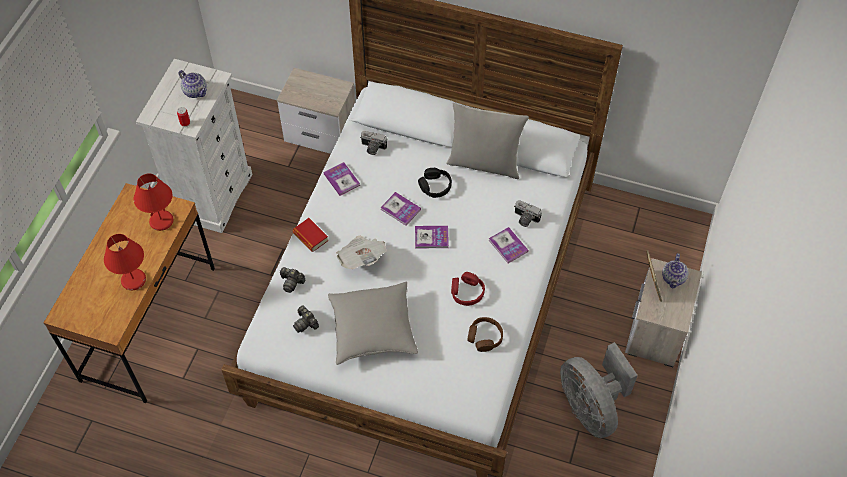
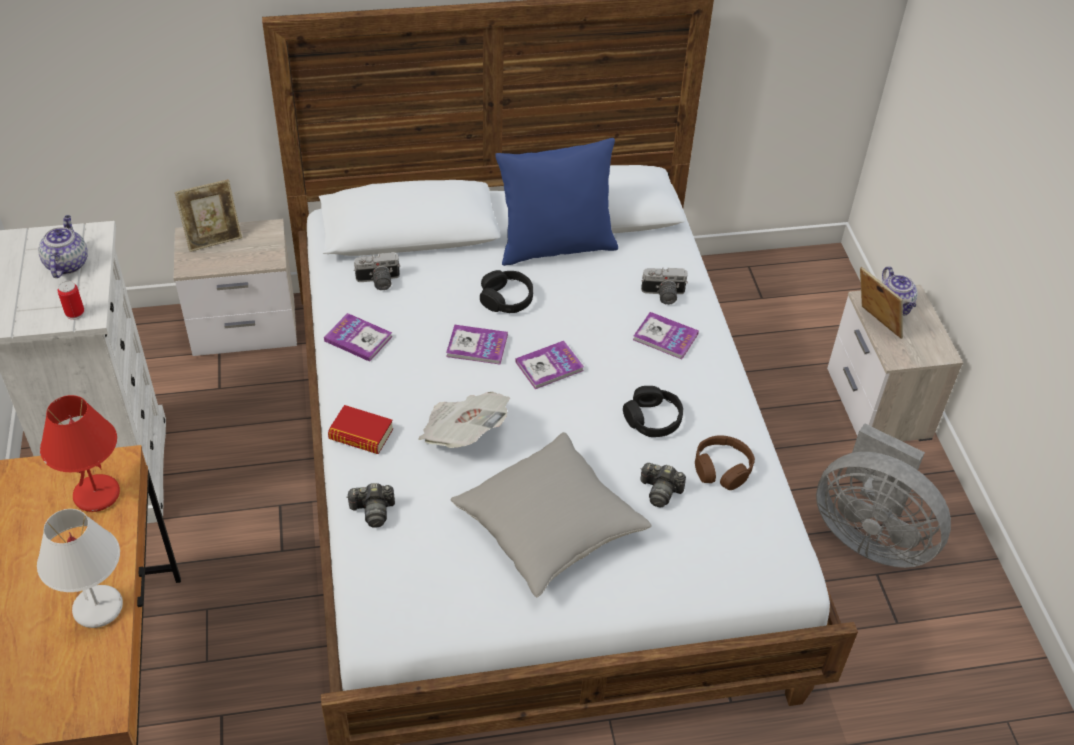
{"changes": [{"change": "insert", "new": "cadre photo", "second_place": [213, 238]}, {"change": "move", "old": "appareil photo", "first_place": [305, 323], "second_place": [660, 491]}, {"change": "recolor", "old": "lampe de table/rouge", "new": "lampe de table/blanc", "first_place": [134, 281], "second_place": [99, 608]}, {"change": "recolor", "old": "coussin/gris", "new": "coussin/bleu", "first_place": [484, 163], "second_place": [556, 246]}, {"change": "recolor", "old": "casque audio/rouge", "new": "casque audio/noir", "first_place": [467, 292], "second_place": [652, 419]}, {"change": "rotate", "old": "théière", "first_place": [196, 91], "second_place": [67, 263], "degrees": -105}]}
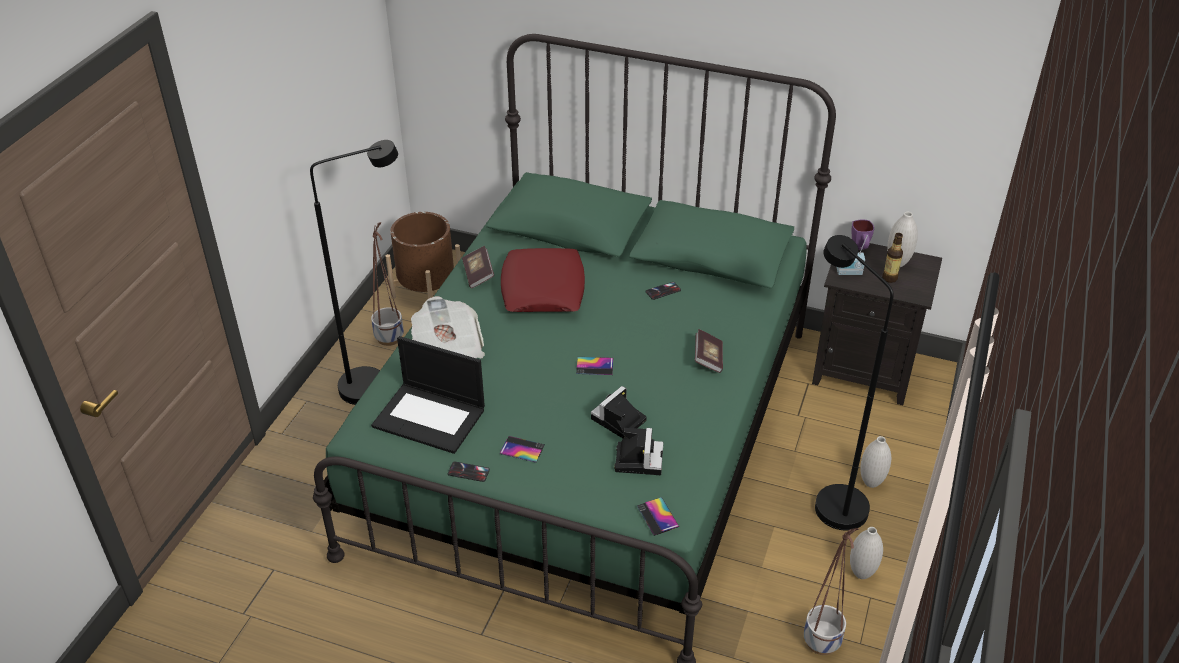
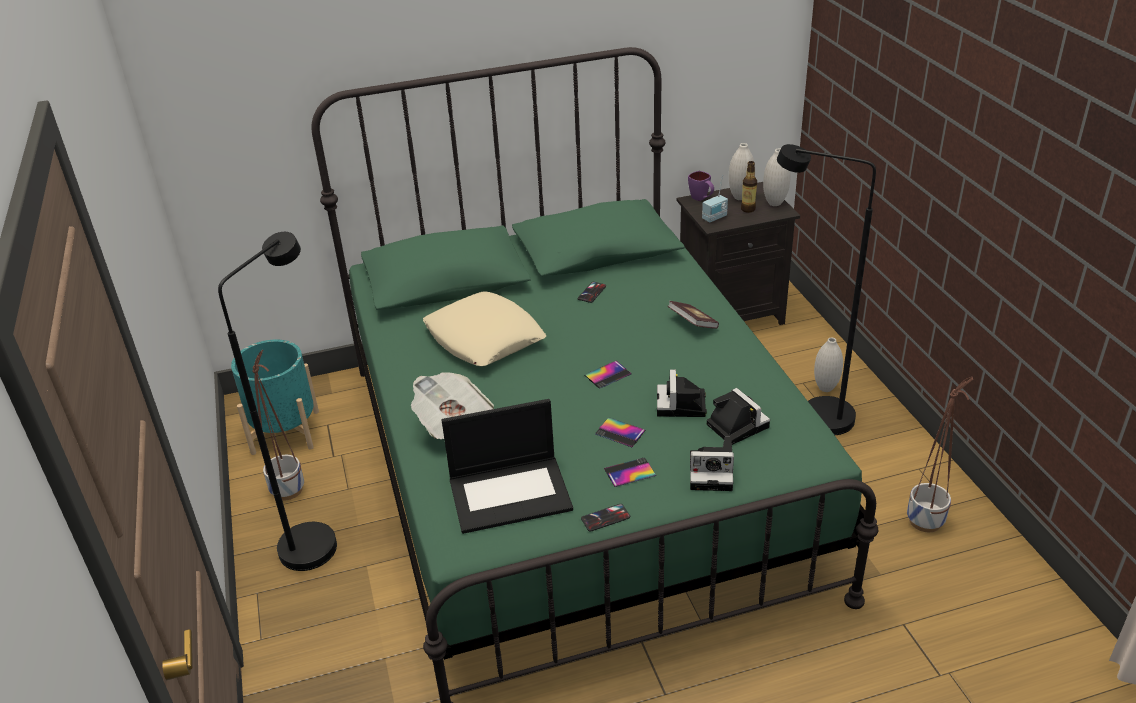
{"changes": [{"change": "delete", "old": "livre", "first_place": [478, 274]}, {"change": "insert", "new": "appareil photo", "second_place": [713, 472]}, {"change": "move", "old": "téléphone", "first_place": [657, 516], "second_place": [620, 432]}, {"change": "move", "old": "vase/blanc", "first_place": [861, 573], "second_place": [774, 203]}, {"change": "recolor", "old": "cache-pot/marron", "new": "cache-pot/turquoise", "first_place": [427, 292], "second_place": [285, 432]}, {"change": "recolor", "old": "coussin/rouge", "new": "coussin/beige", "first_place": [543, 289], "second_place": [484, 338]}]}
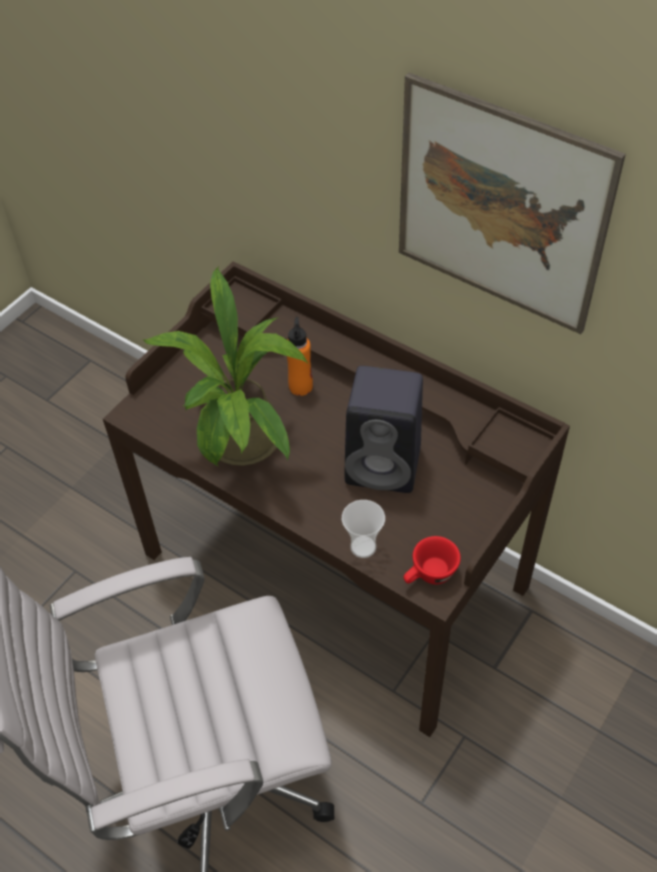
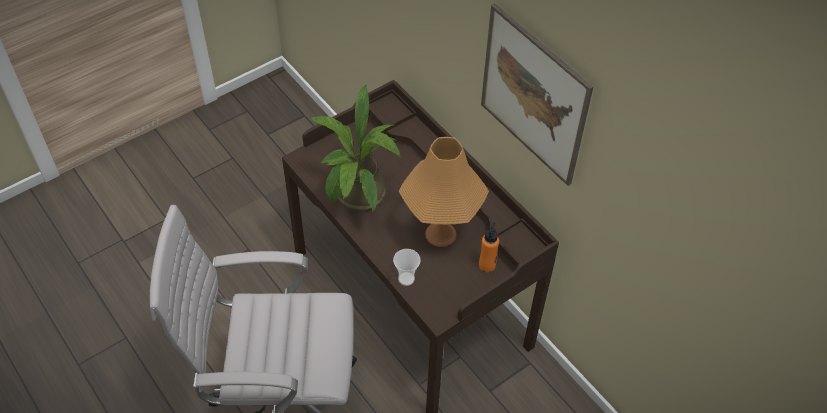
{"changes": [{"change": "delete", "old": "tasse/rouge", "first_place": [429, 575]}, {"change": "move", "old": "bouteille/orange", "first_place": [300, 386], "second_place": [487, 265]}, {"change": "replace", "old": "enceinte/noir", "new": "lampe de table/orange", "first_place": [386, 465], "second_place": [441, 234]}]}
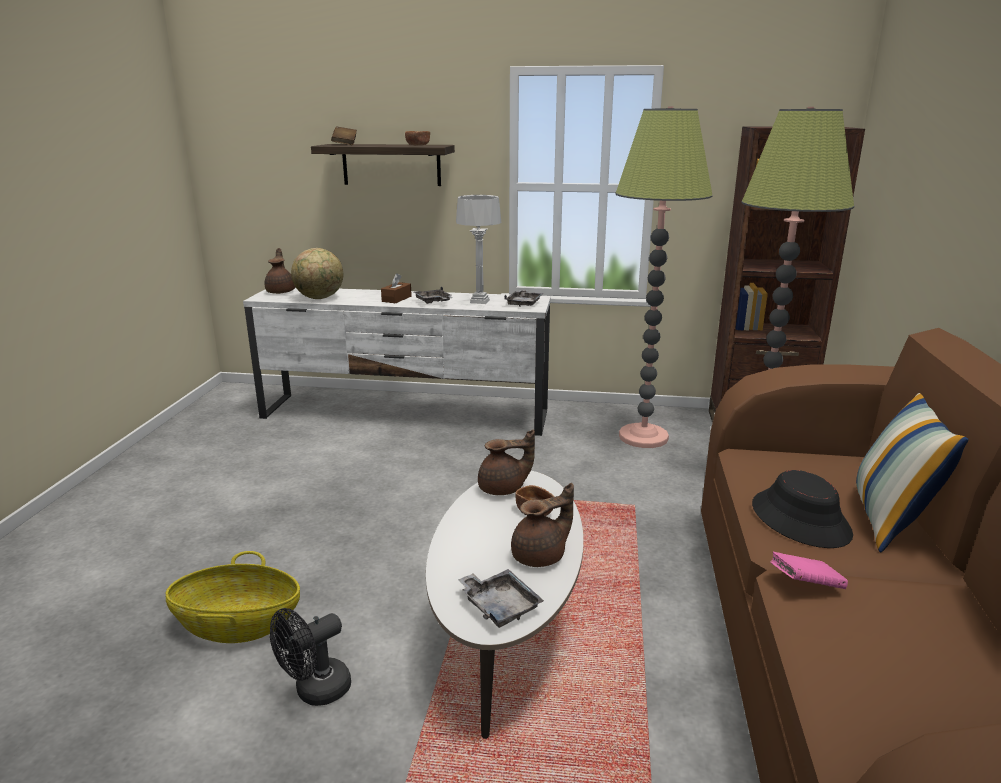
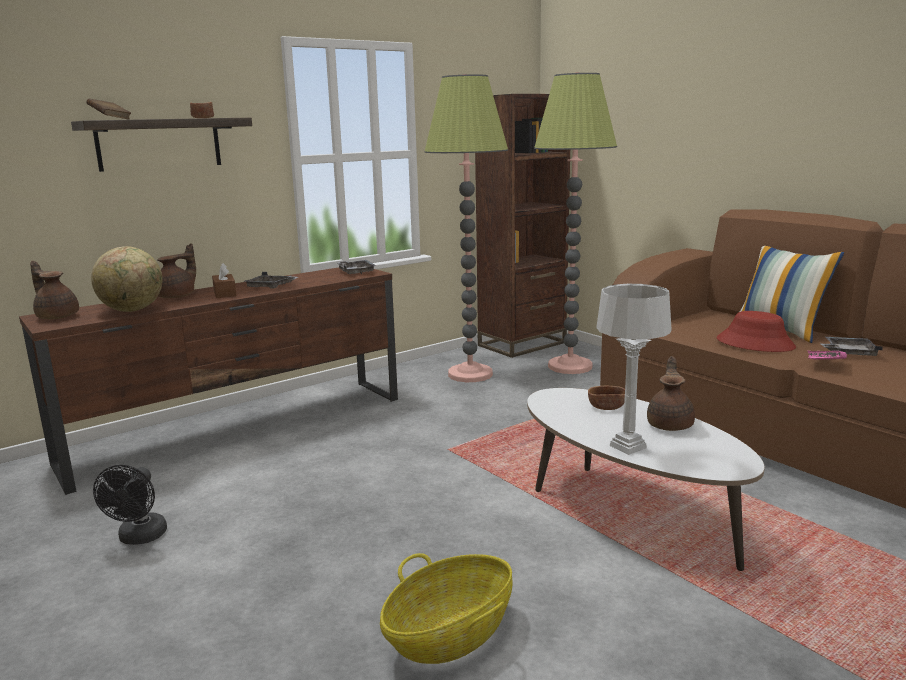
{"changes": [{"change": "move", "old": "ventilateur/noir", "first_place": [315, 691], "second_place": [140, 538]}, {"change": "move", "old": "lampe de table/gris", "first_place": [479, 301], "second_place": [627, 447]}, {"change": "move", "old": "plateau/gris", "first_place": [499, 605], "second_place": [848, 353]}, {"change": "move", "old": "théière/marron", "first_place": [503, 489], "second_place": [178, 296]}, {"change": "recolor", "old": "meuble télé/blanc", "new": "meuble télé/marron", "first_place": [406, 414], "second_place": [242, 429]}, {"change": "recolor", "old": "chapeau/noir", "new": "chapeau/rouge", "first_place": [800, 519], "second_place": [755, 343]}]}
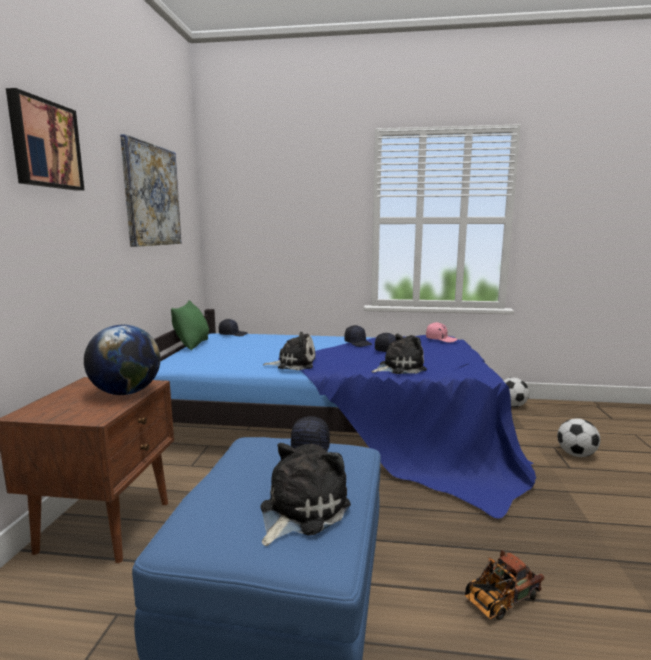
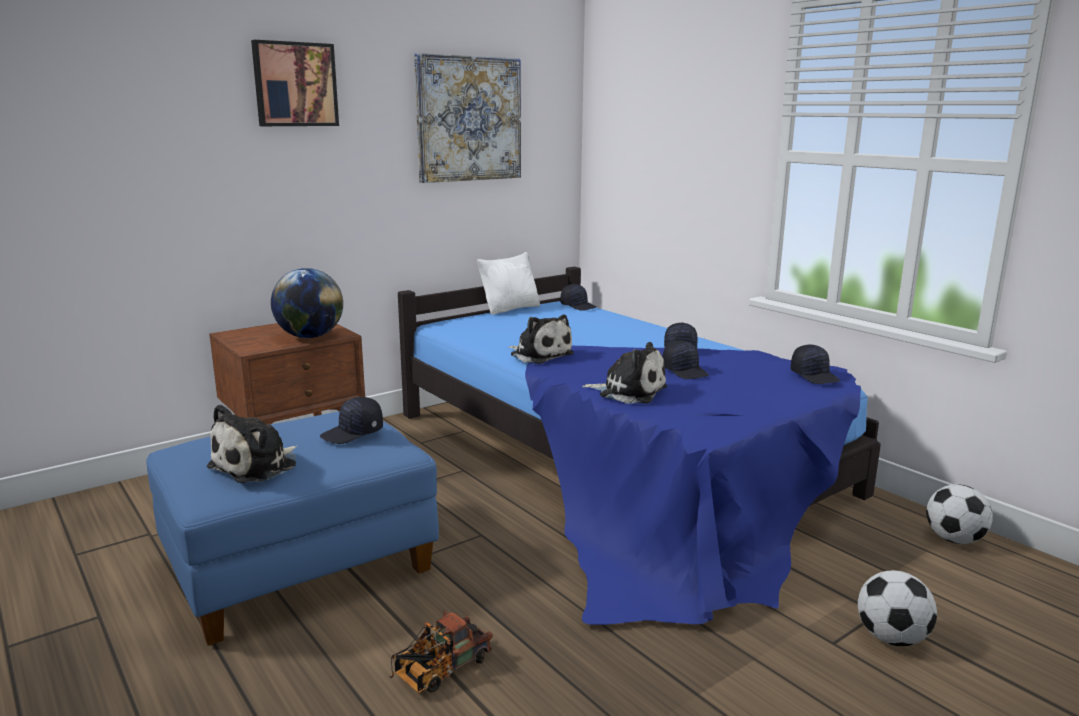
{"changes": [{"change": "recolor", "old": "coussin/vert", "new": "coussin/blanc", "first_place": [192, 344], "second_place": [510, 309]}, {"change": "recolor", "old": "casquette/rose", "new": "casquette/noir", "first_place": [441, 339], "second_place": [815, 376]}, {"change": "rotate", "old": "peluche", "first_place": [300, 510], "second_place": [258, 466], "degrees": 135}, {"change": "rotate", "old": "camion jouet", "first_place": [498, 601], "second_place": [438, 671], "degrees": -60}]}
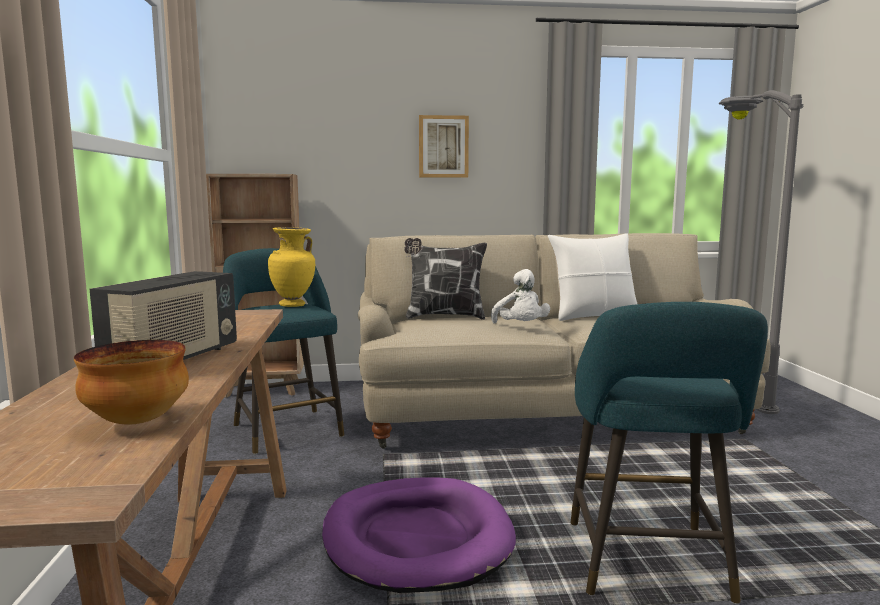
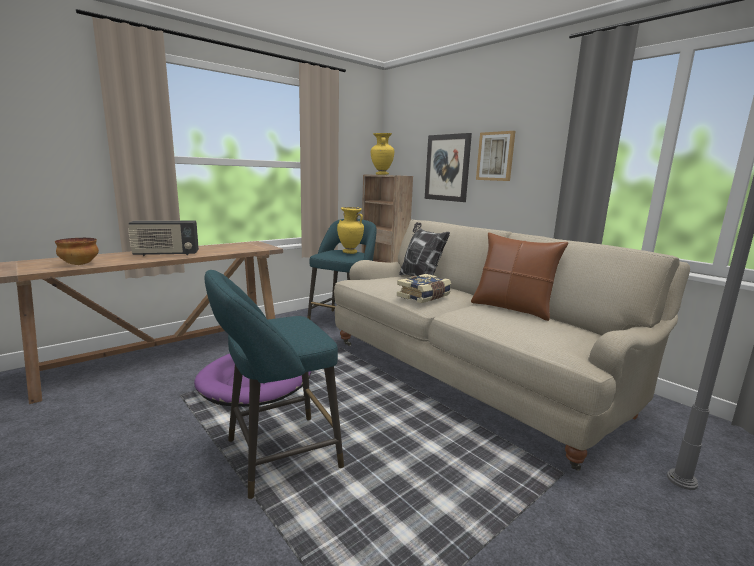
{"changes": [{"change": "insert", "new": "vase/jaune", "second_place": [381, 174]}, {"change": "insert", "new": "tableau", "second_place": [447, 168]}, {"change": "replace", "old": "peluche/blanc", "new": "livre", "first_place": [521, 327], "second_place": [424, 297]}, {"change": "recolor", "old": "coussin/blanc", "new": "coussin/marron", "first_place": [593, 316], "second_place": [512, 308]}]}
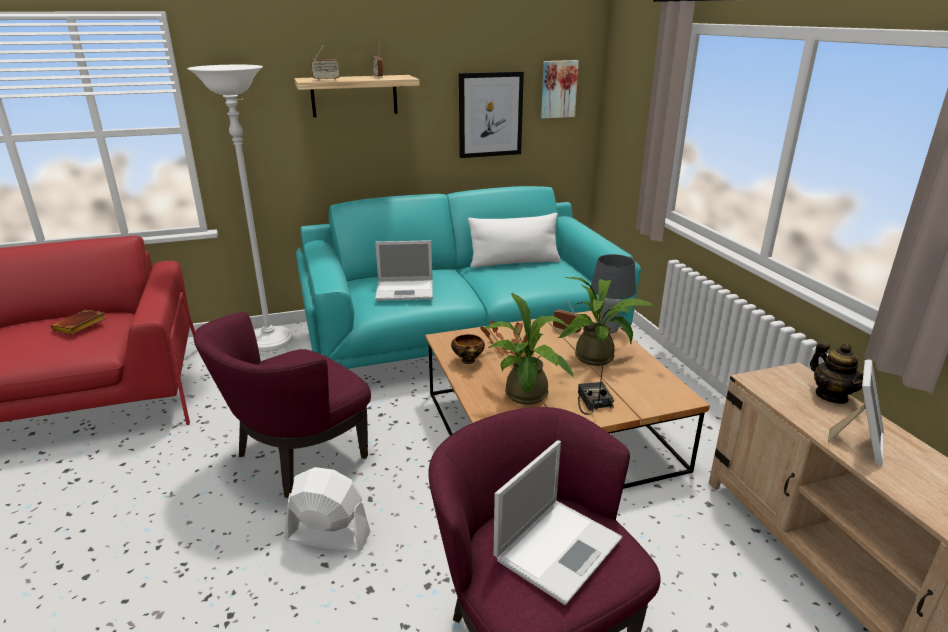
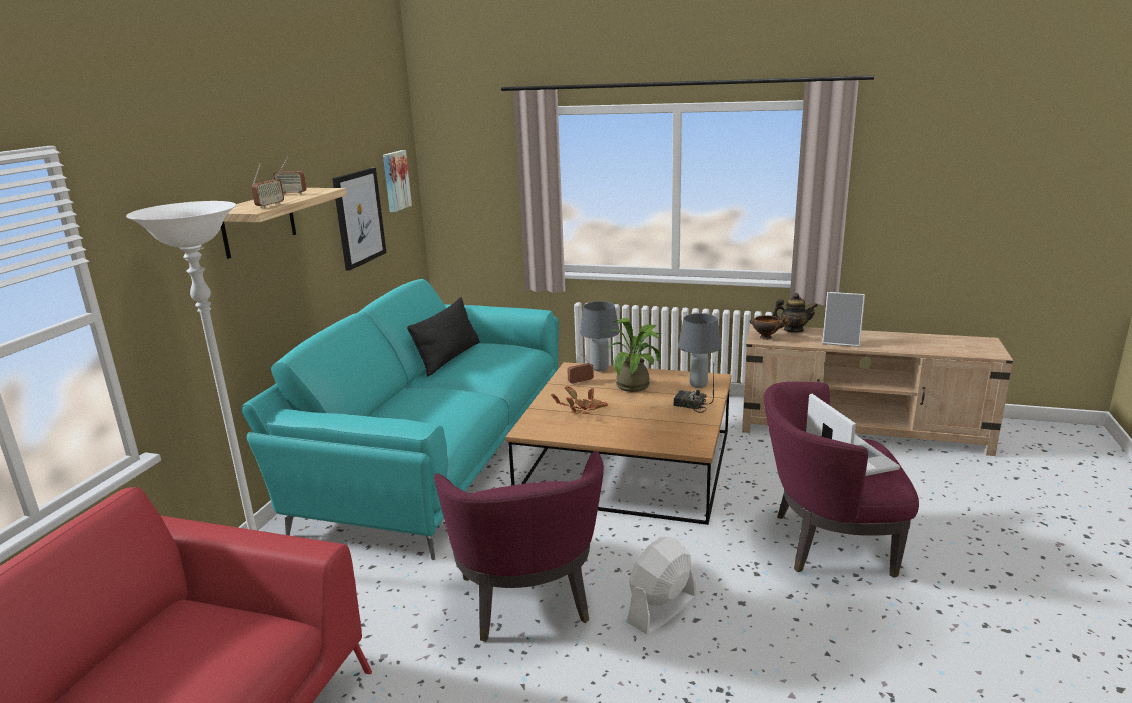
{"changes": [{"change": "delete", "old": "livre/marron", "first_place": [79, 326]}, {"change": "delete", "old": "ordinateur portable", "first_place": [406, 290]}, {"change": "delete", "old": "plante en pot", "first_place": [527, 398]}, {"change": "insert", "new": "lampe de table/gris", "second_place": [698, 385]}, {"change": "move", "old": "bol", "first_place": [468, 361], "second_place": [767, 337]}, {"change": "recolor", "old": "coussin/blanc", "new": "coussin/noir", "first_place": [514, 262], "second_place": [449, 358]}, {"change": "rotate", "old": "cadre photo", "first_place": [857, 443], "second_place": [841, 341], "degrees": 135}]}
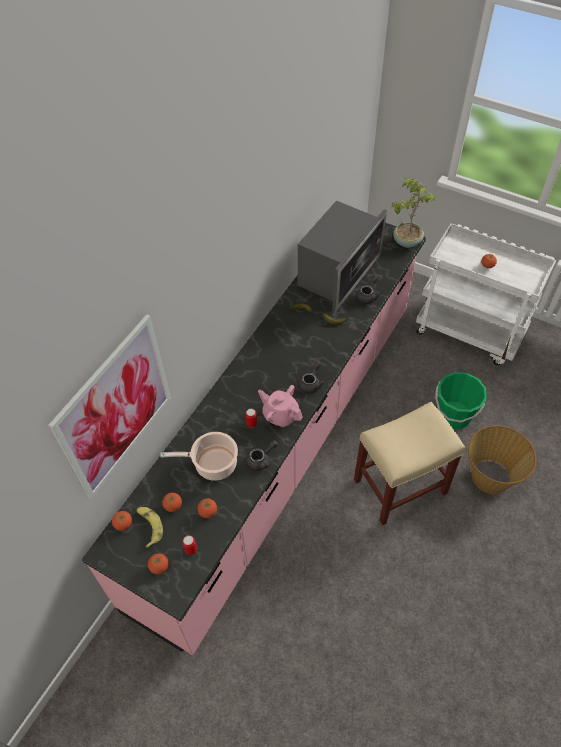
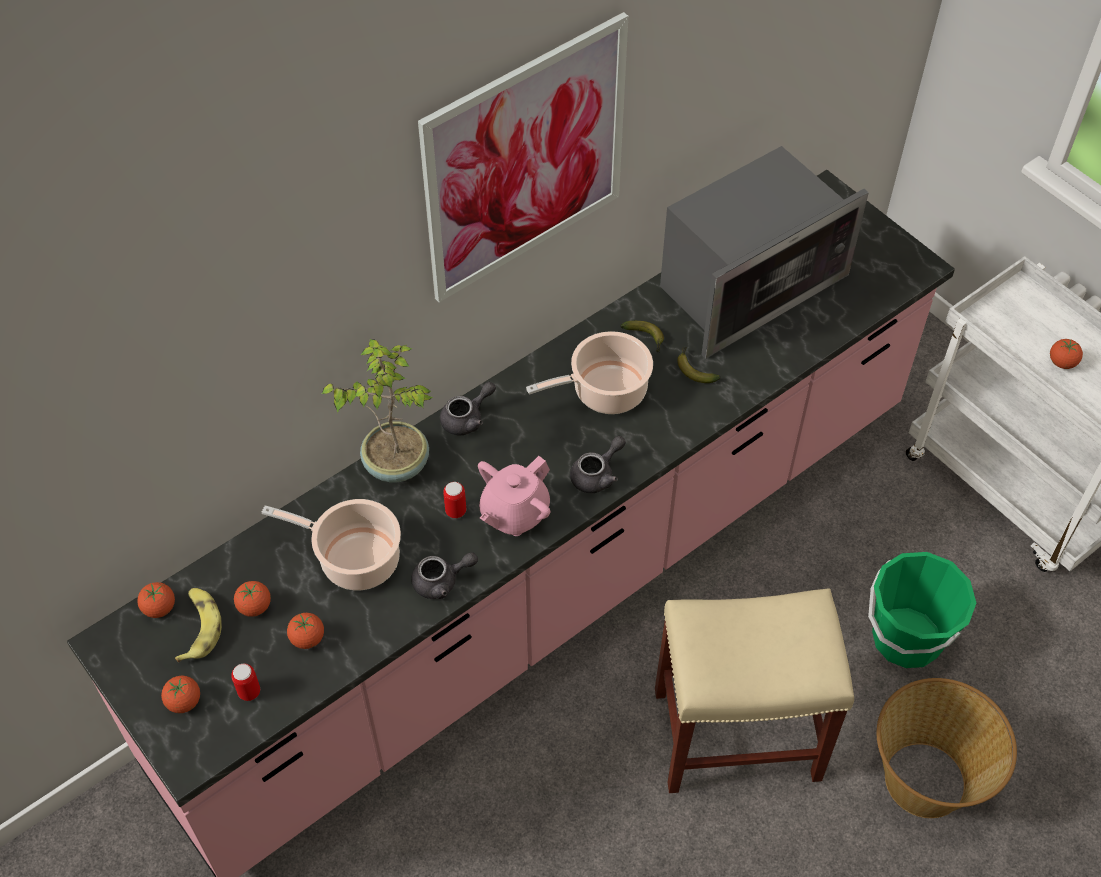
{"changes": [{"change": "insert", "new": "marmite", "second_place": [605, 391]}, {"change": "move", "old": "tableau", "first_place": [116, 408], "second_place": [525, 160]}, {"change": "move", "old": "théière/gris", "first_place": [368, 296], "second_place": [467, 418]}, {"change": "move", "old": "plante en pot", "first_place": [406, 241], "second_place": [395, 463]}, {"change": "rotate", "old": "théière/rose", "first_place": [280, 415], "second_place": [514, 513], "degrees": -105}]}
